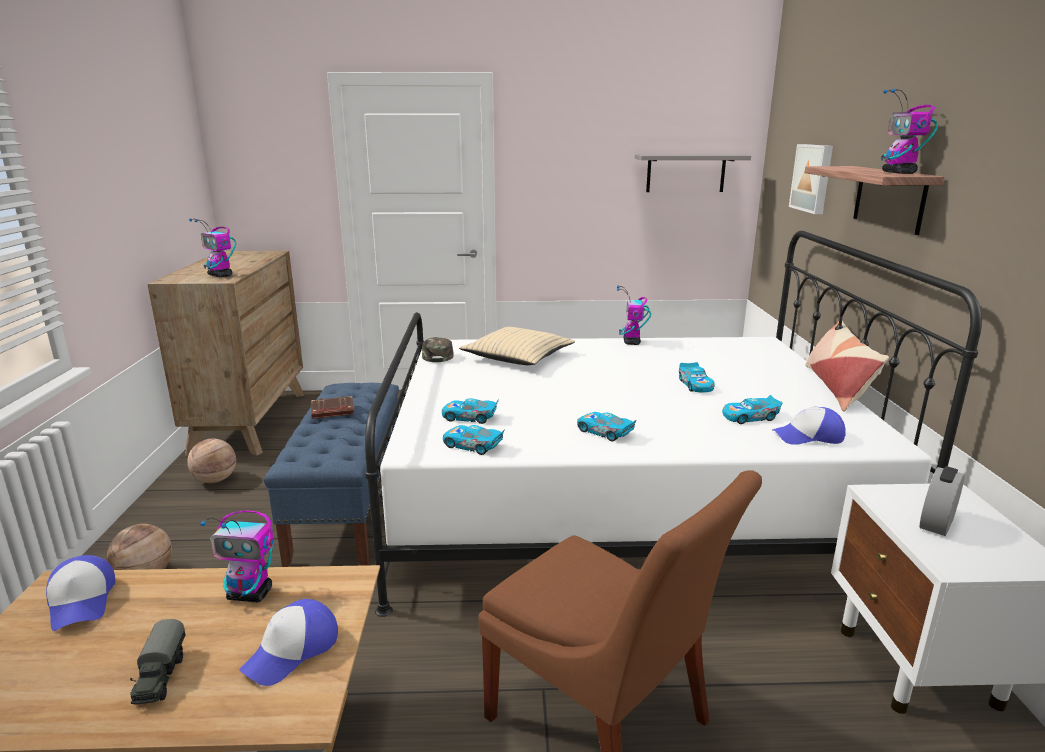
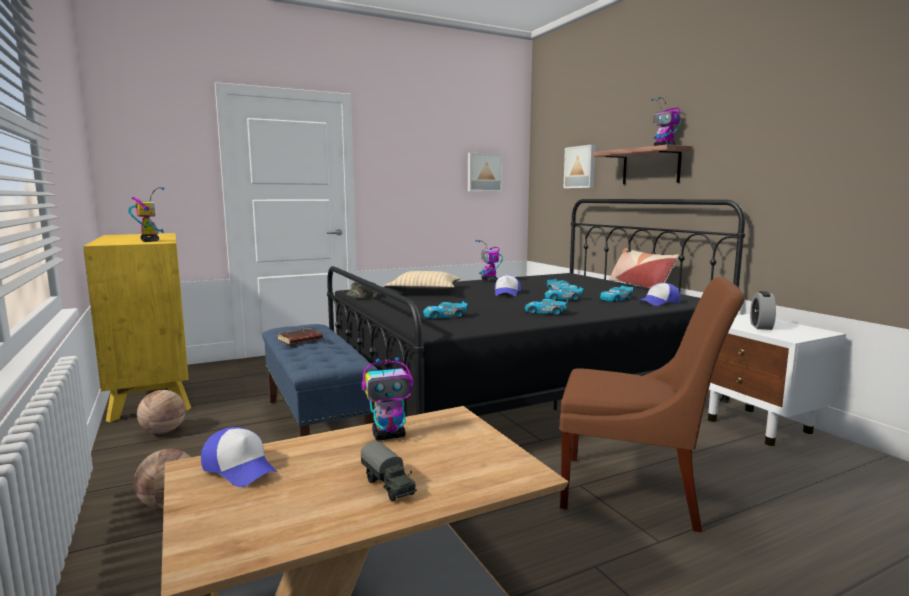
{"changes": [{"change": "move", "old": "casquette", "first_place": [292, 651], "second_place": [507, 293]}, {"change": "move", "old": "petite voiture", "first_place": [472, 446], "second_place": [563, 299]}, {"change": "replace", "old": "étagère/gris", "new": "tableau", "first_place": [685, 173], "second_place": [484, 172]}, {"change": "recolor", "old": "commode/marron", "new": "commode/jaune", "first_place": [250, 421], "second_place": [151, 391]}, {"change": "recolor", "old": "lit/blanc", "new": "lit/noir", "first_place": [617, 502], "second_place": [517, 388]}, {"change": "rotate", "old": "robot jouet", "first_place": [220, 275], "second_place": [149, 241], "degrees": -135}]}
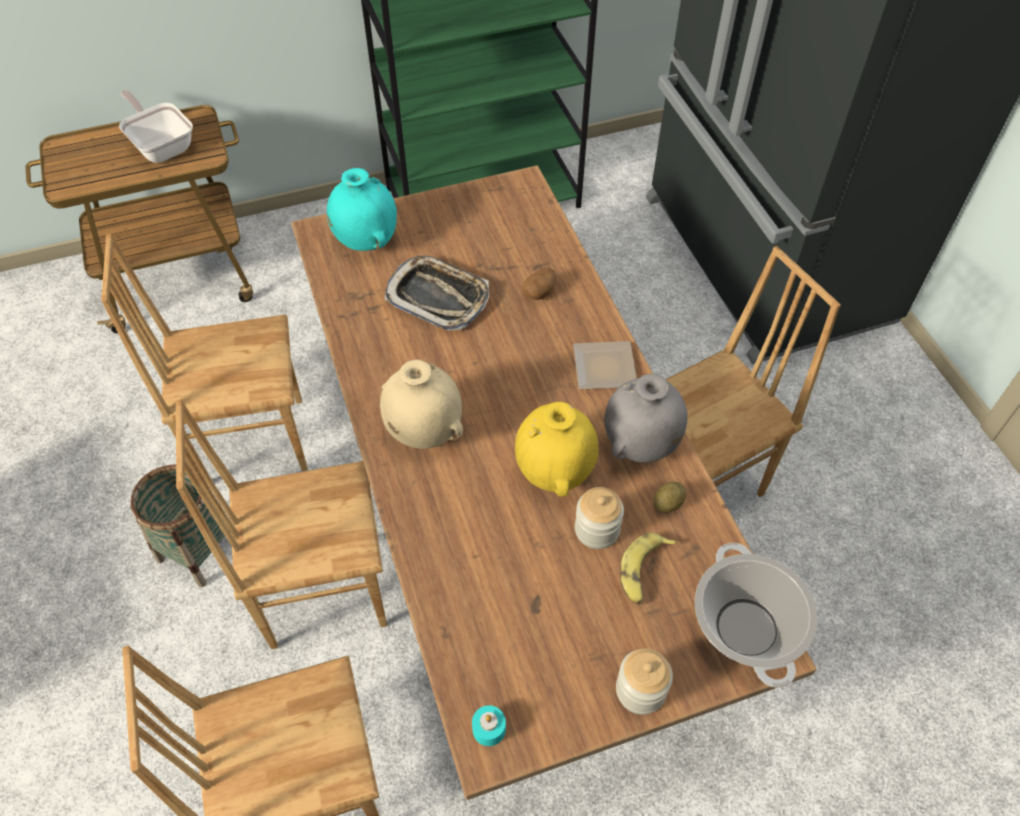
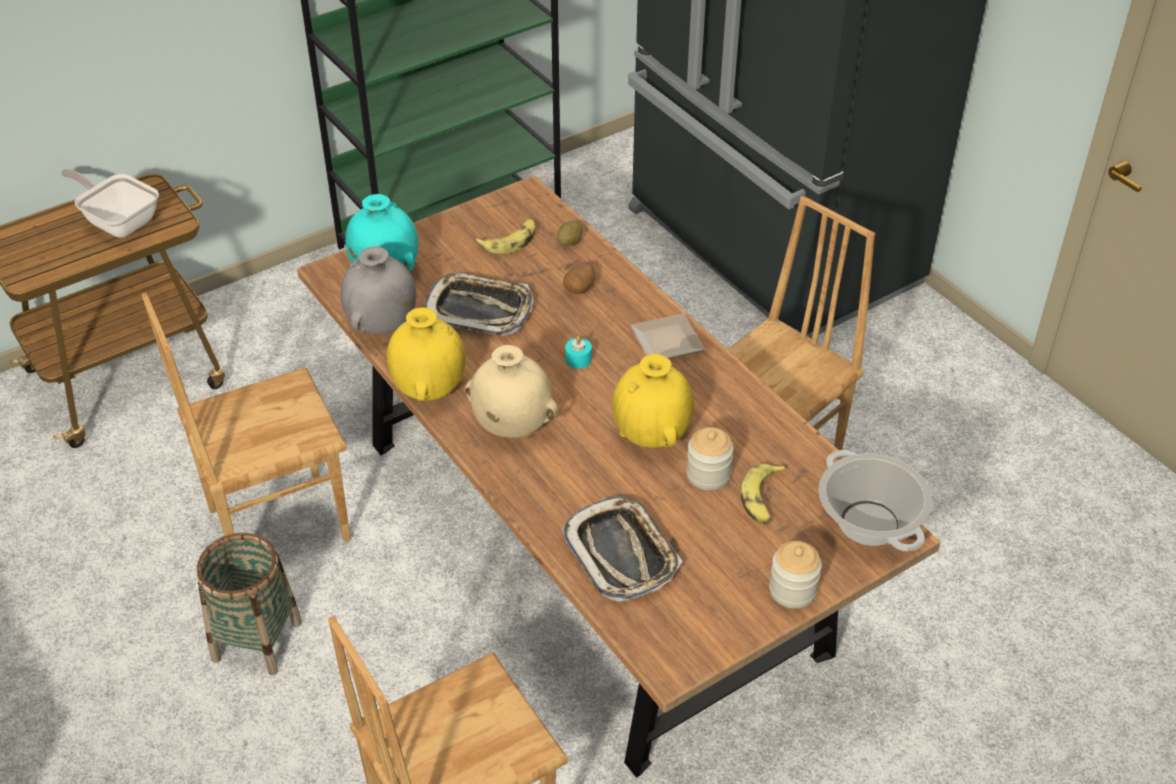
{"changes": [{"change": "delete", "old": "chaise/marron", "first_place": [323, 590]}, {"change": "insert", "new": "vase/jaune", "second_place": [429, 389]}, {"change": "insert", "new": "banane", "second_place": [510, 241]}, {"change": "insert", "new": "plateau", "second_place": [621, 554]}, {"change": "move", "old": "bougie/turquoise", "first_place": [489, 729], "second_place": [578, 359]}, {"change": "move", "old": "vase/gris", "first_place": [640, 445], "second_place": [382, 327]}, {"change": "move", "old": "pomme de terre", "first_place": [668, 503], "second_place": [569, 242]}]}
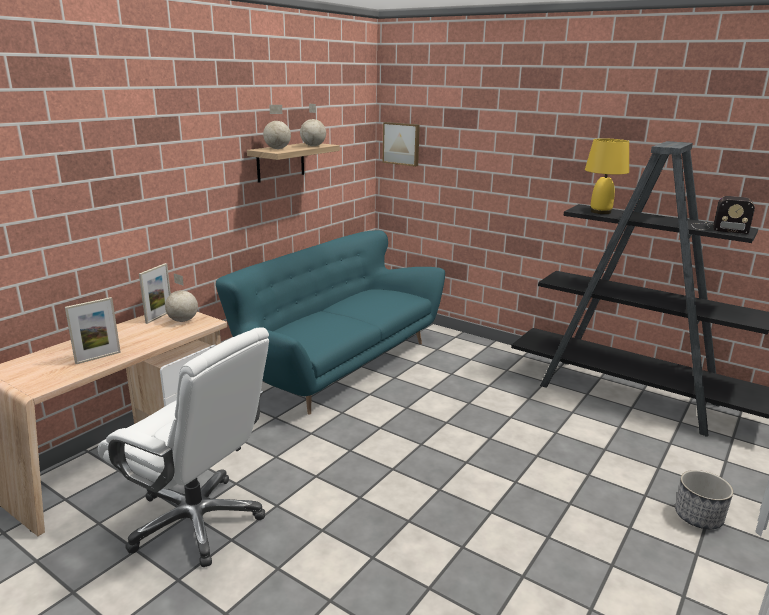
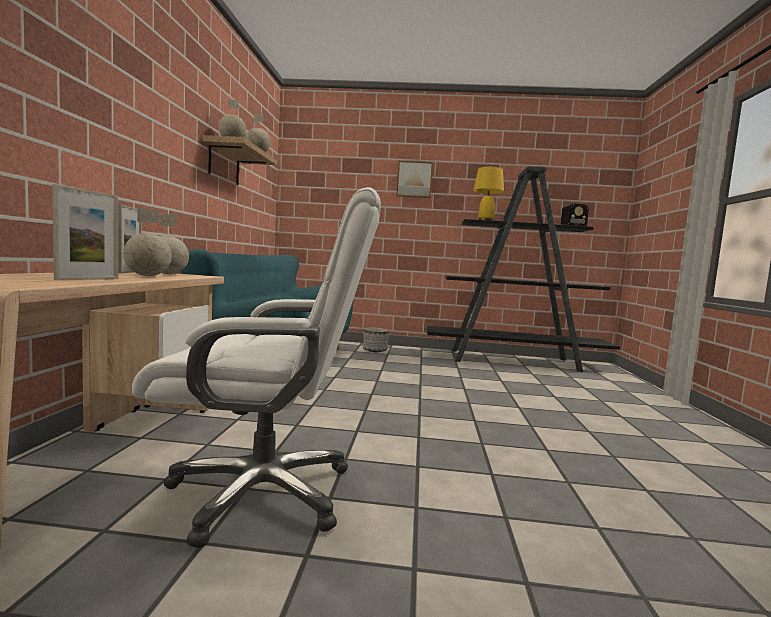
{"changes": [{"change": "insert", "new": "globe", "second_place": [148, 276]}, {"change": "move", "old": "tableau", "first_place": [401, 143], "second_place": [414, 179]}, {"change": "move", "old": "cache-pot", "first_place": [698, 517], "second_place": [375, 350]}]}
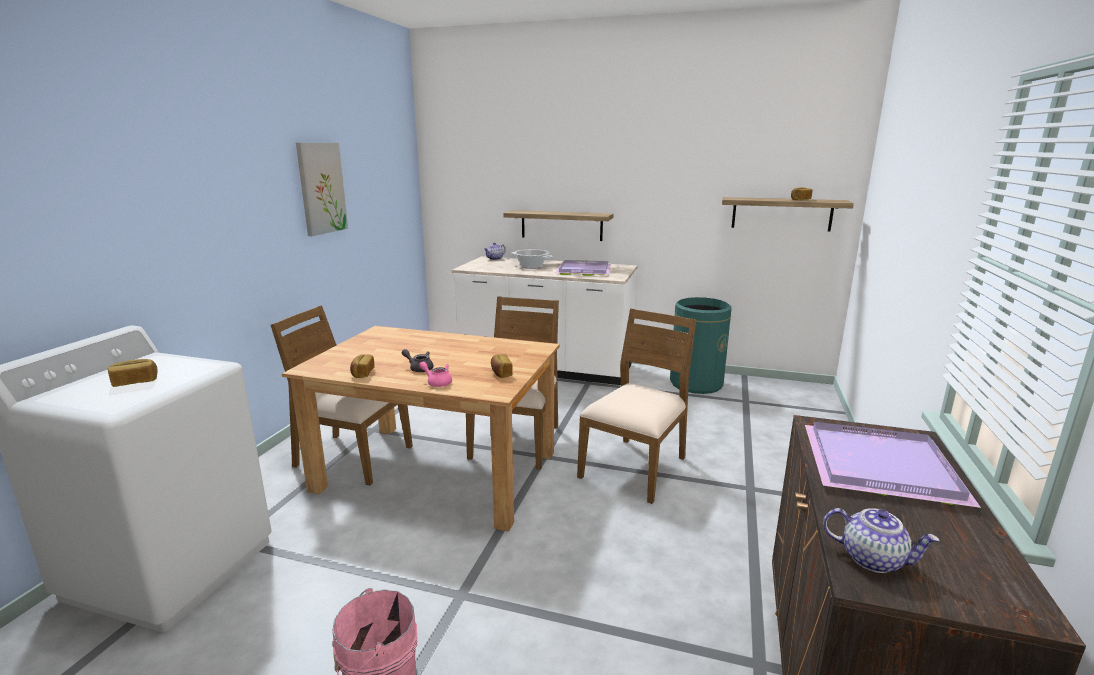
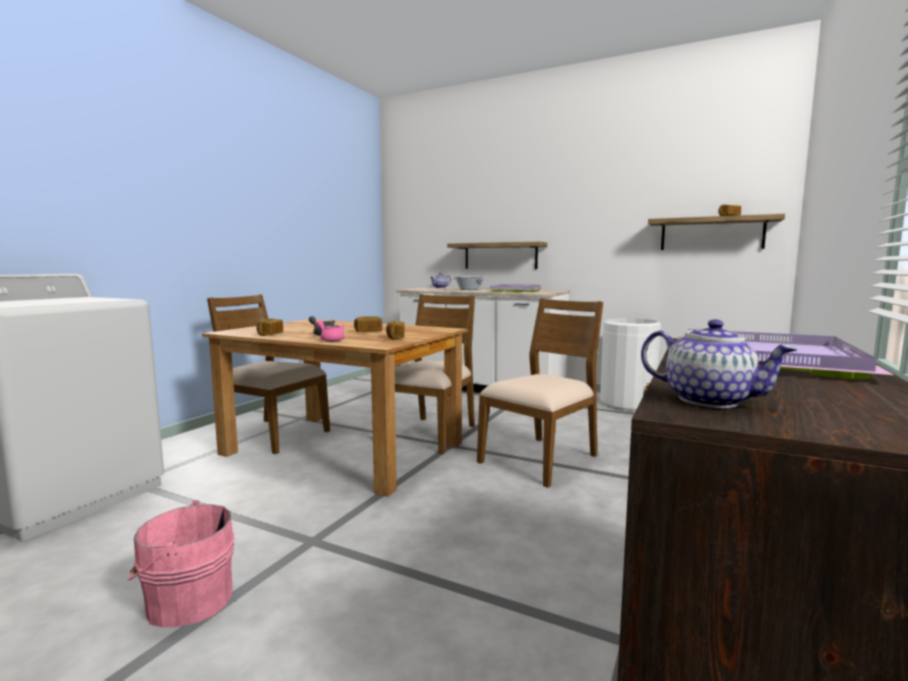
{"changes": [{"change": "delete", "old": "tableau", "first_place": [321, 188]}, {"change": "move", "old": "pain", "first_place": [135, 382], "second_place": [368, 331]}, {"change": "recolor", "old": "poubelle/vert", "new": "poubelle/blanc", "first_place": [696, 383], "second_place": [627, 404]}]}
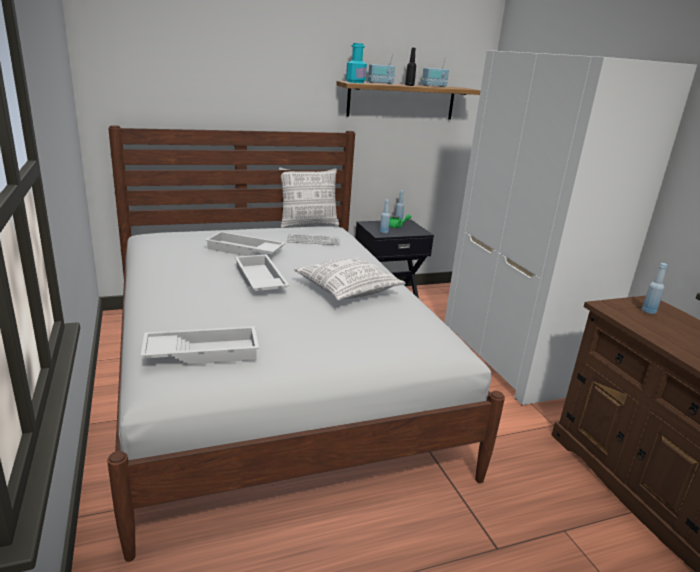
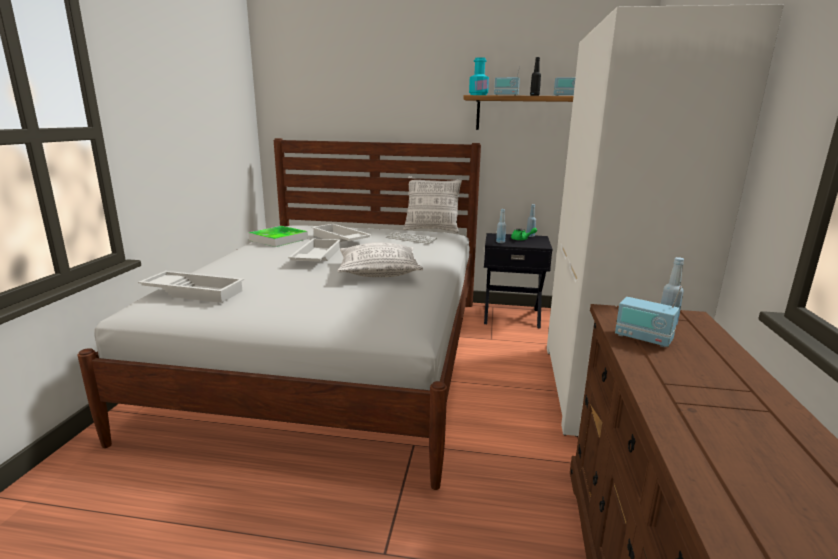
{"changes": [{"change": "insert", "new": "plateau", "second_place": [278, 239]}, {"change": "insert", "new": "radio", "second_place": [643, 339]}]}
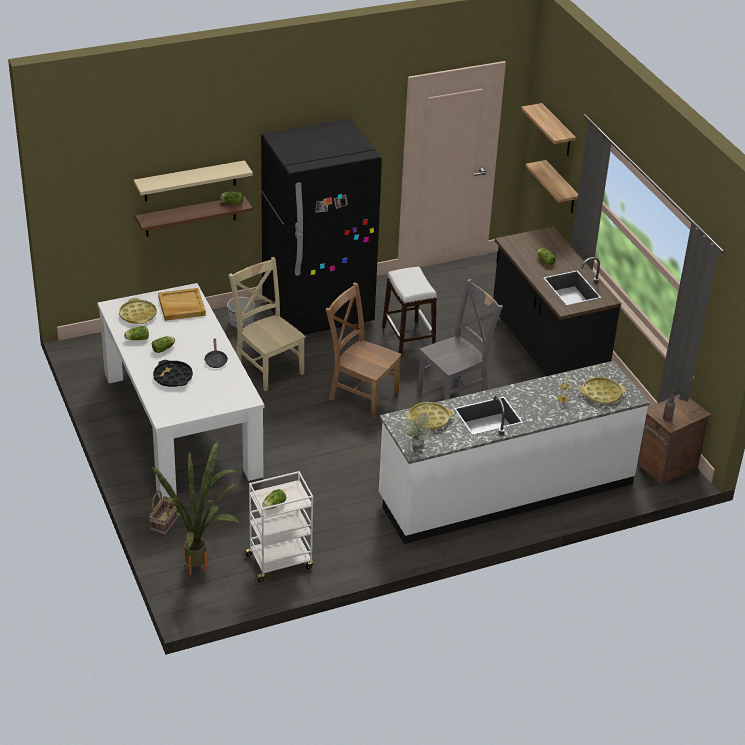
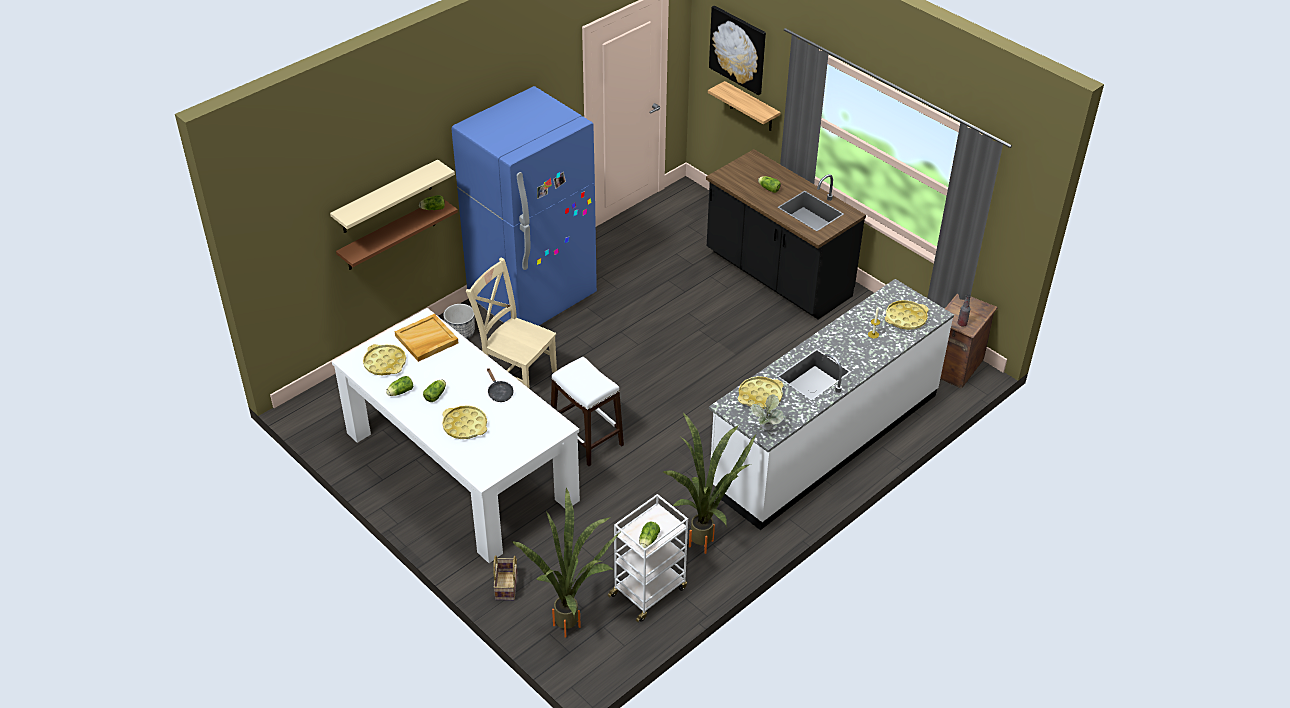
{"changes": [{"change": "delete", "old": "chaise/marron", "first_place": [361, 394]}, {"change": "delete", "old": "chaise/gris", "first_place": [455, 390]}, {"change": "insert", "new": "plante en pot", "second_place": [706, 539]}, {"change": "move", "old": "tabouret/blanc", "first_place": [408, 338], "second_place": [587, 438]}, {"change": "replace", "old": "étagère", "new": "tableau", "first_place": [557, 131], "second_place": [738, 49]}, {"change": "recolor", "old": "plateau/noir", "new": "plateau/jaune", "first_place": [173, 377], "second_place": [465, 426]}, {"change": "recolor", "old": "réfrigérateur/noir", "new": "réfrigérateur/bleu", "first_place": [318, 312], "second_place": [533, 297]}]}
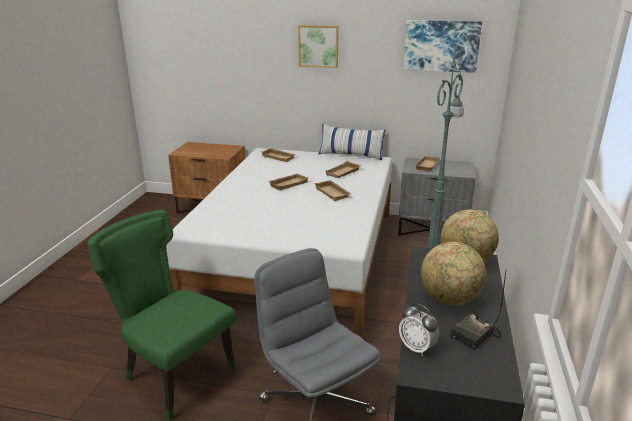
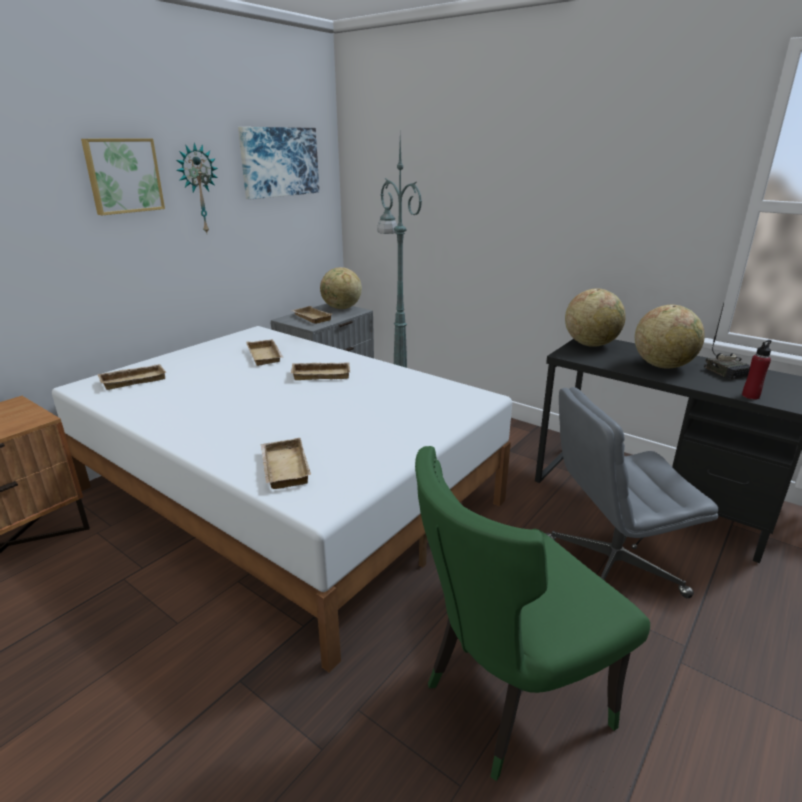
{"changes": [{"change": "delete", "old": "coussin", "first_place": [351, 155]}, {"change": "insert", "new": "horloge murale", "second_place": [198, 189]}, {"change": "insert", "new": "globe", "second_place": [341, 308]}, {"change": "move", "old": "plateau/beige", "first_place": [288, 184], "second_place": [283, 467]}, {"change": "replace", "old": "réveil", "new": "bouteille/rouge", "first_place": [417, 348], "second_place": [750, 396]}]}
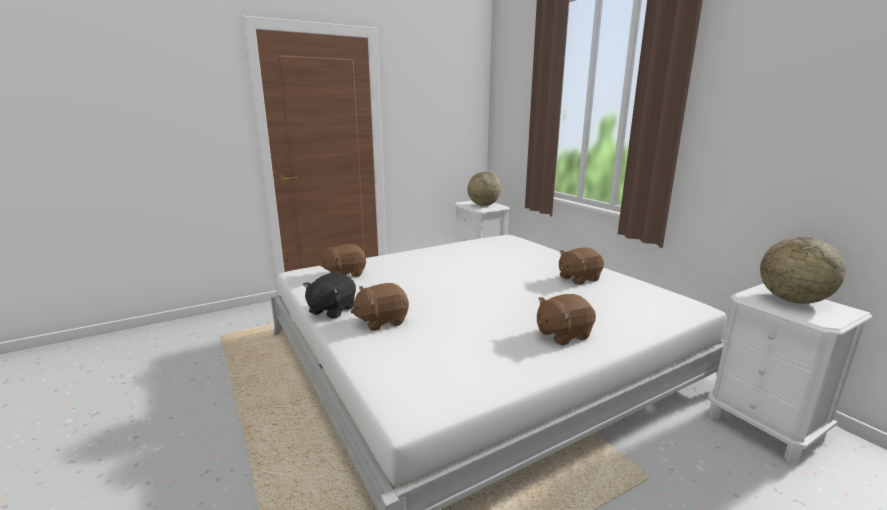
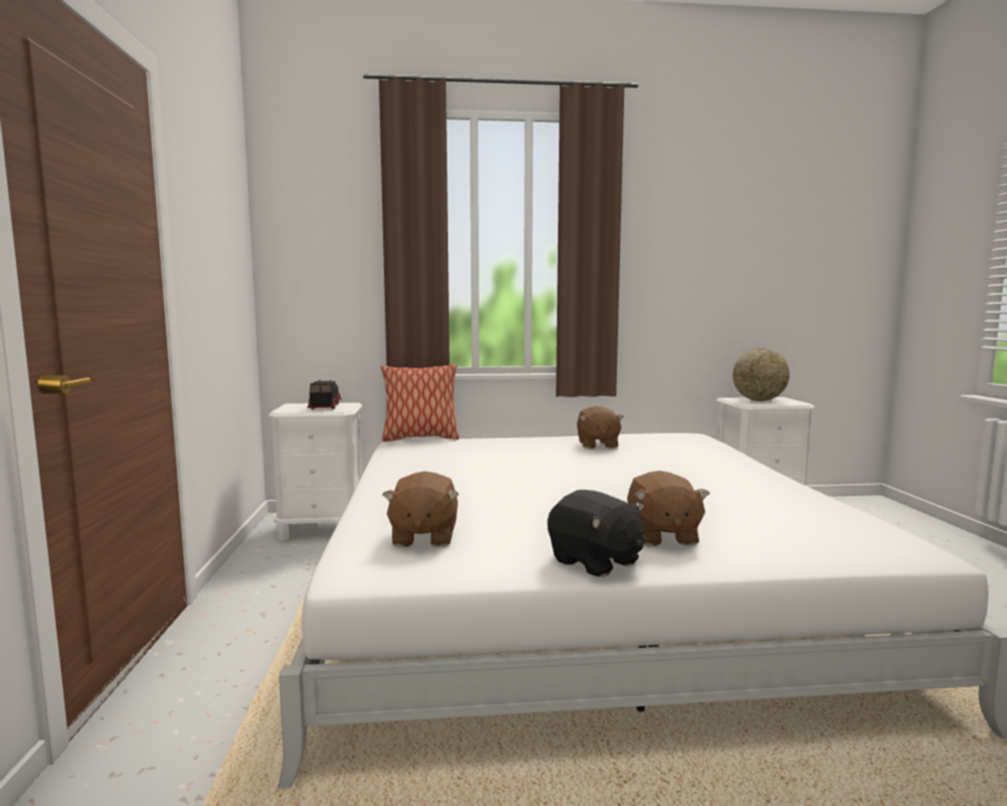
{"changes": [{"change": "delete", "old": "peluche/marron", "first_place": [562, 334]}, {"change": "insert", "new": "coussin", "second_place": [420, 438]}, {"change": "replace", "old": "globe", "new": "camion jouet", "first_place": [483, 205], "second_place": [324, 407]}]}
